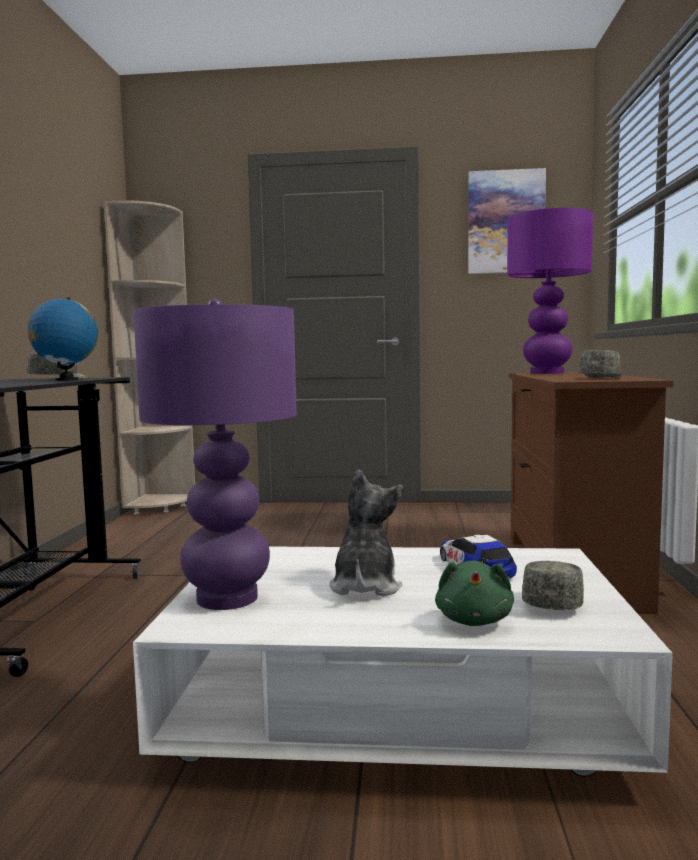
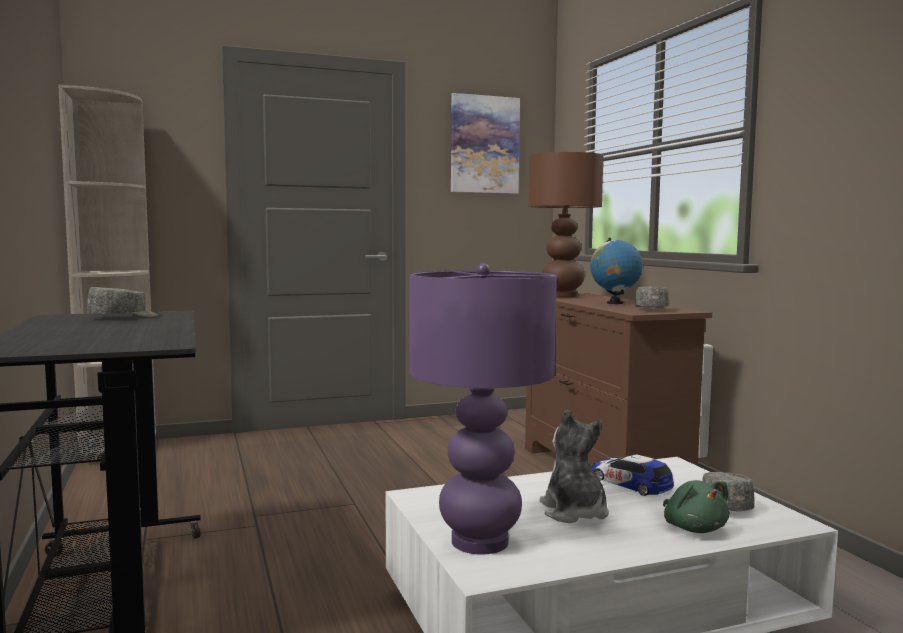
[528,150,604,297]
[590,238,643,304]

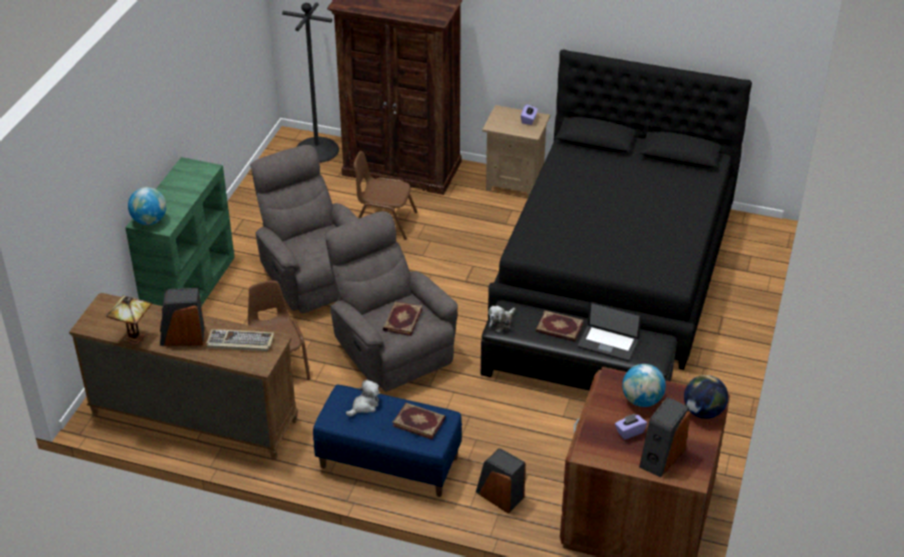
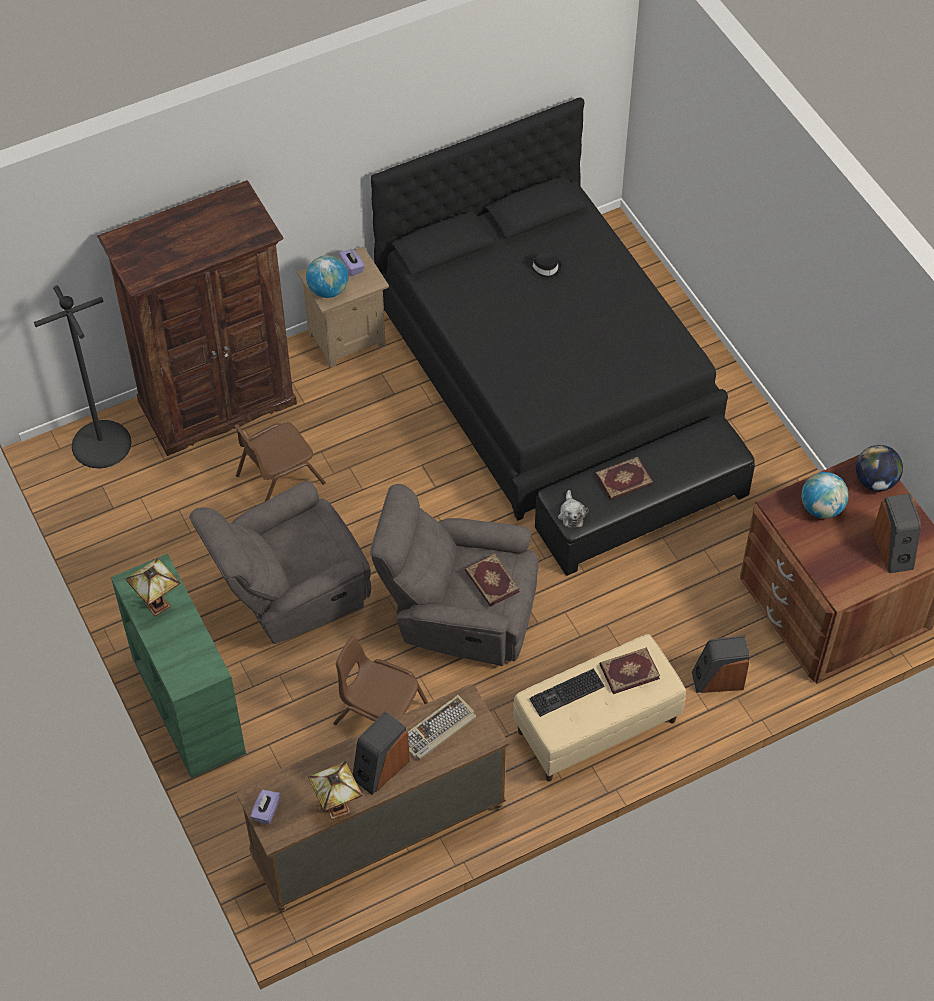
[126,558,181,616]
[189,481,371,644]
[251,790,280,825]
[306,255,348,298]
[513,634,686,781]
[528,253,562,279]
[530,669,605,717]
[578,302,642,361] (first image)

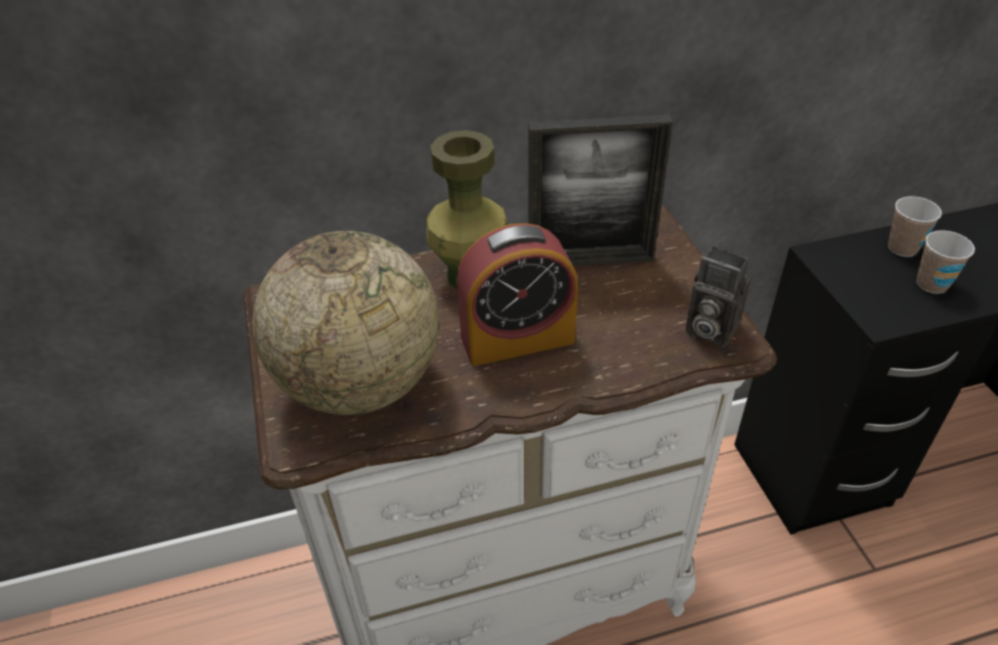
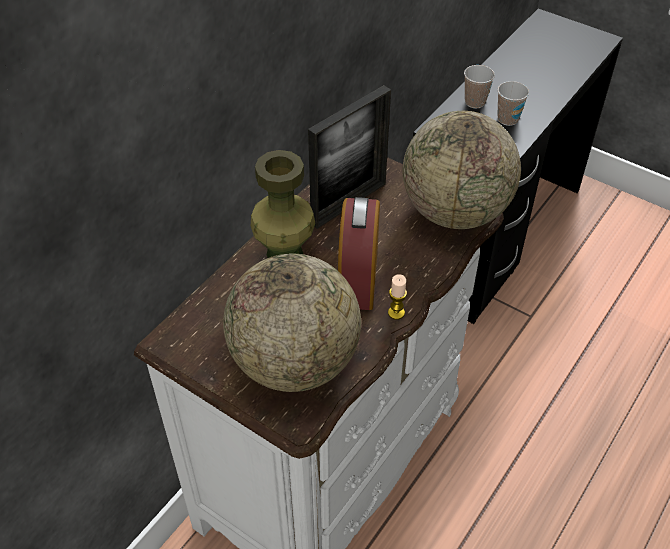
[338,197,380,310]
[388,274,407,320]
[403,111,521,229]

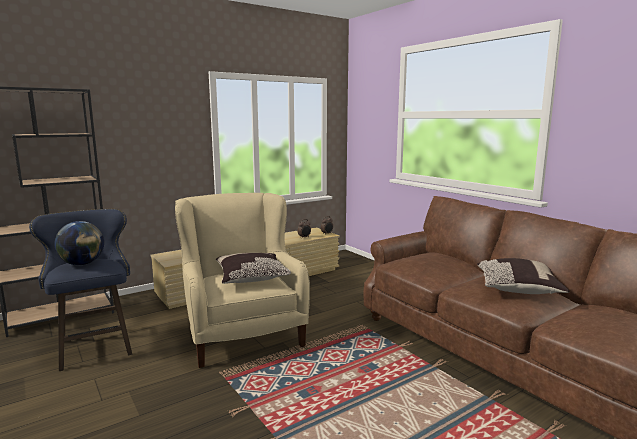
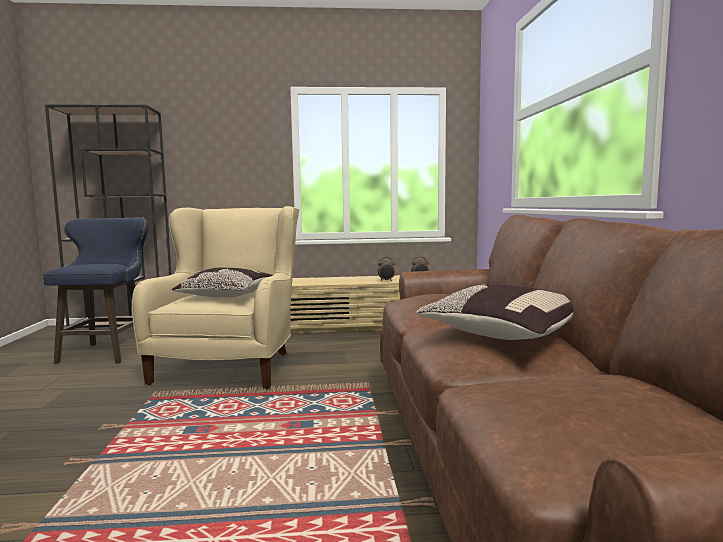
[54,221,104,265] (first image)

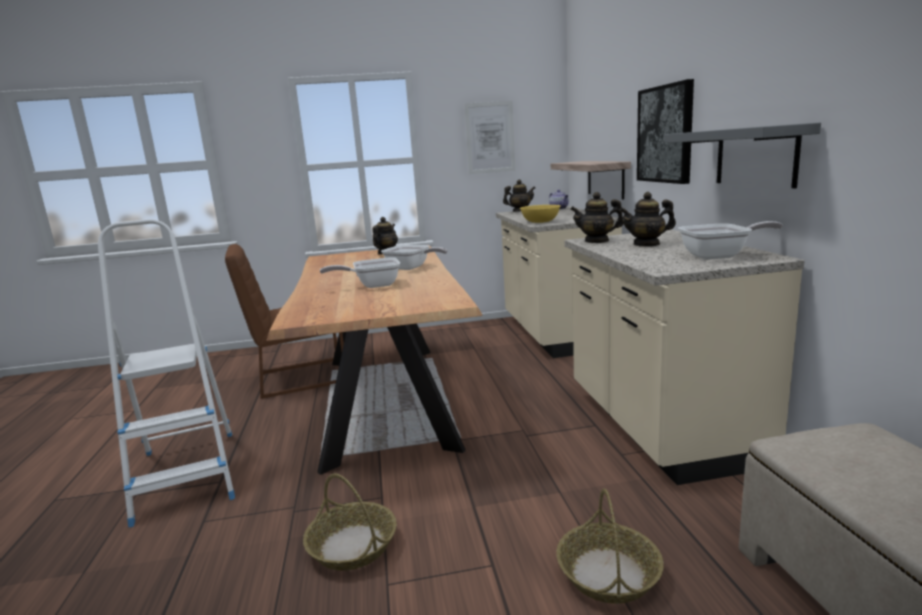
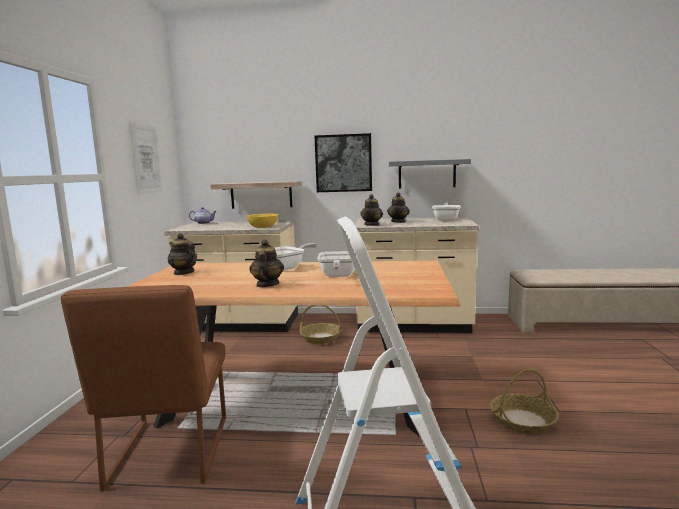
[249,239,284,287]
[299,305,341,344]

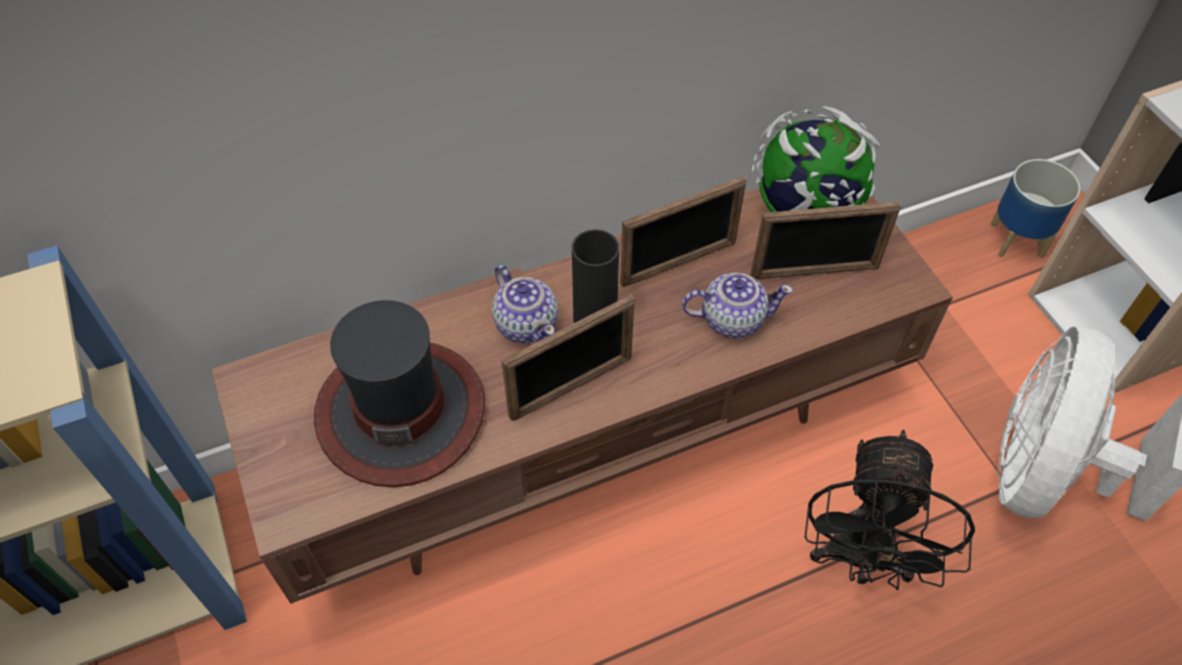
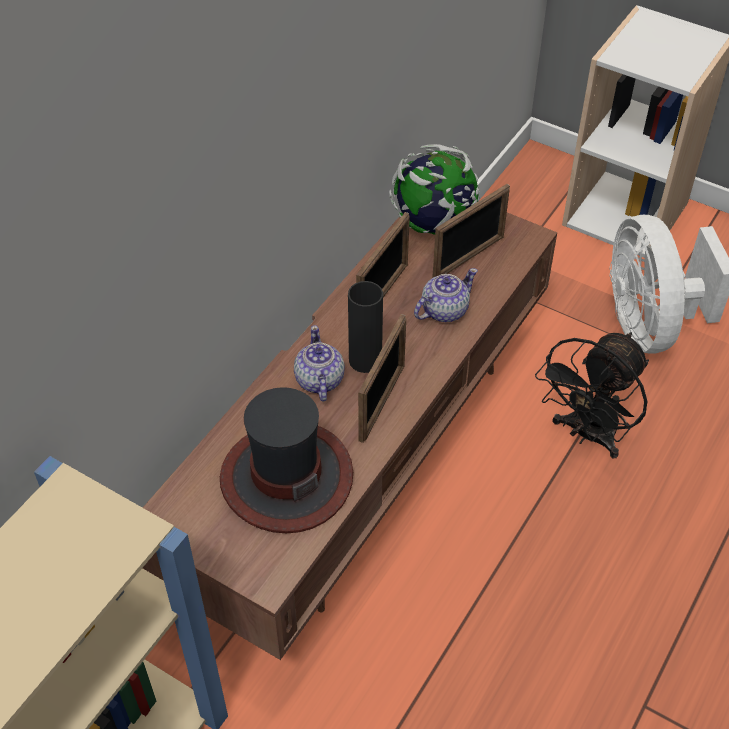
[294,325,345,402]
[535,332,649,459]
[990,159,1080,258] (first image)

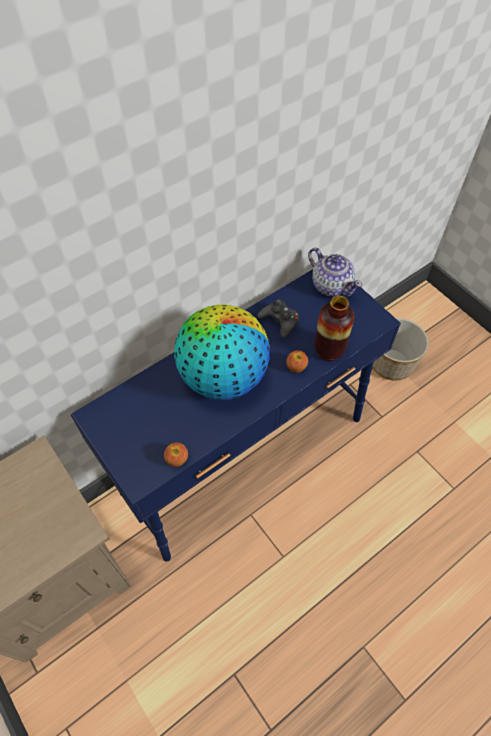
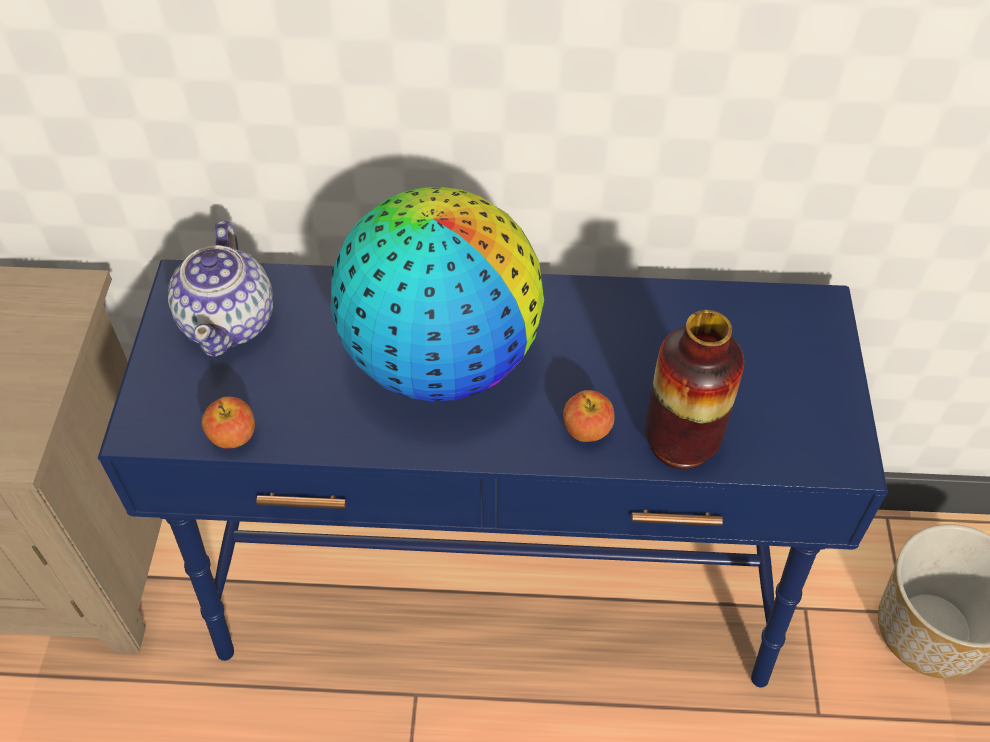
[168,221,273,357]
[258,299,299,338] (first image)

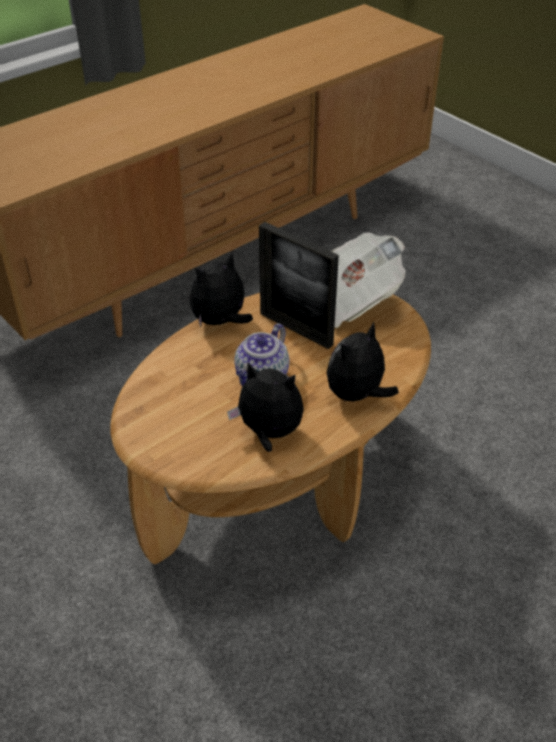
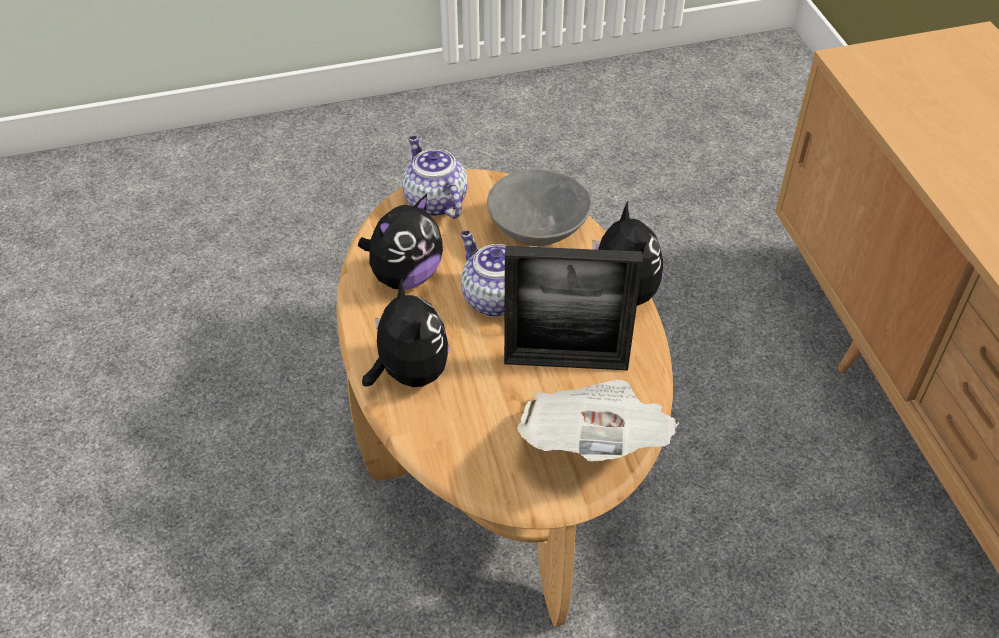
[402,136,468,219]
[487,169,592,246]
[504,246,643,370]

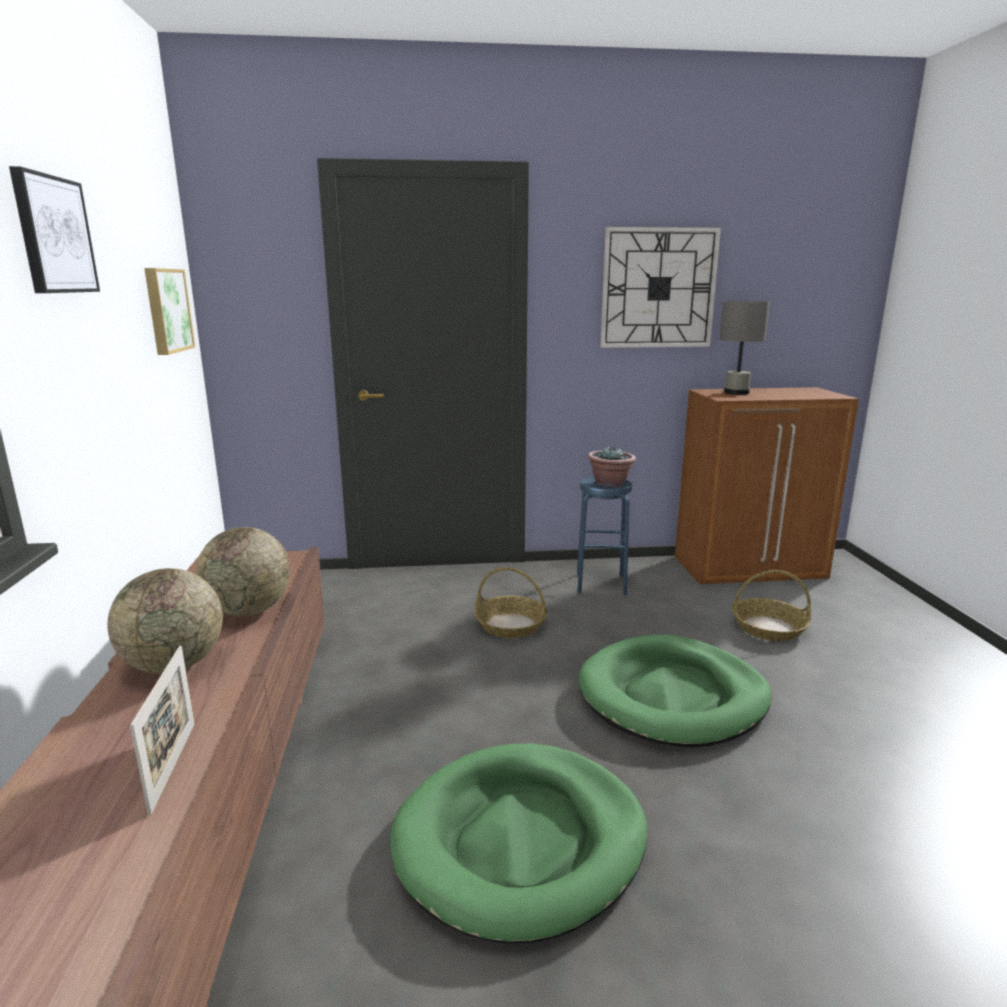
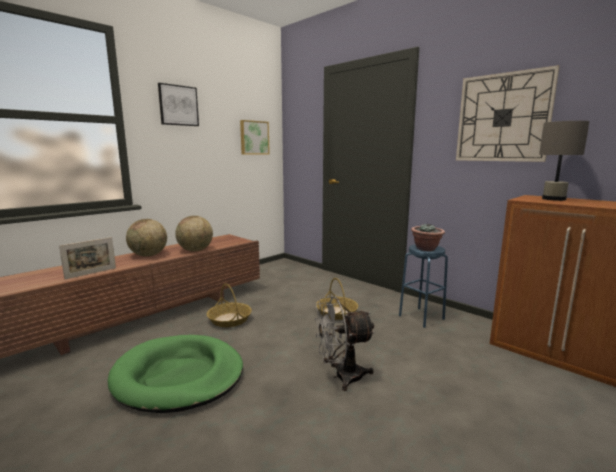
[207,283,252,327]
[315,296,375,391]

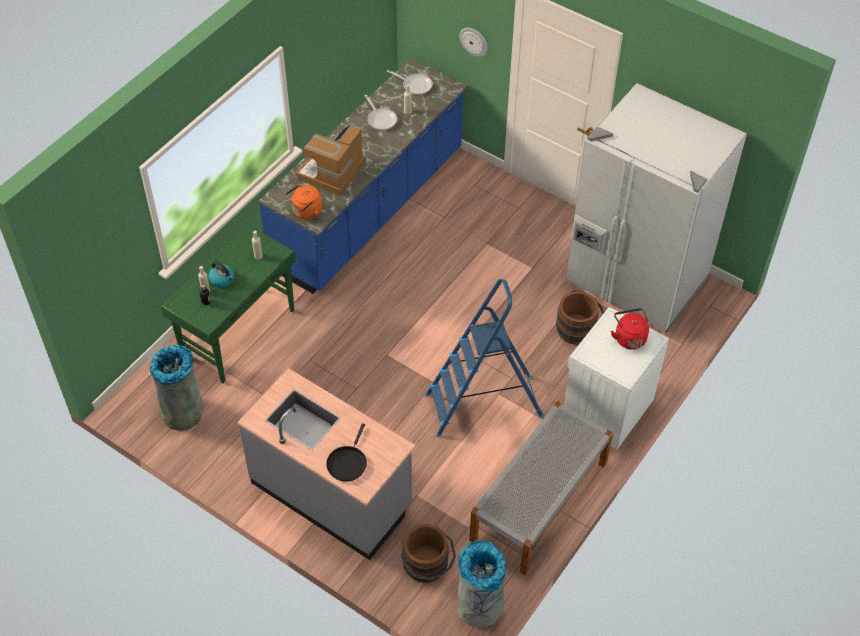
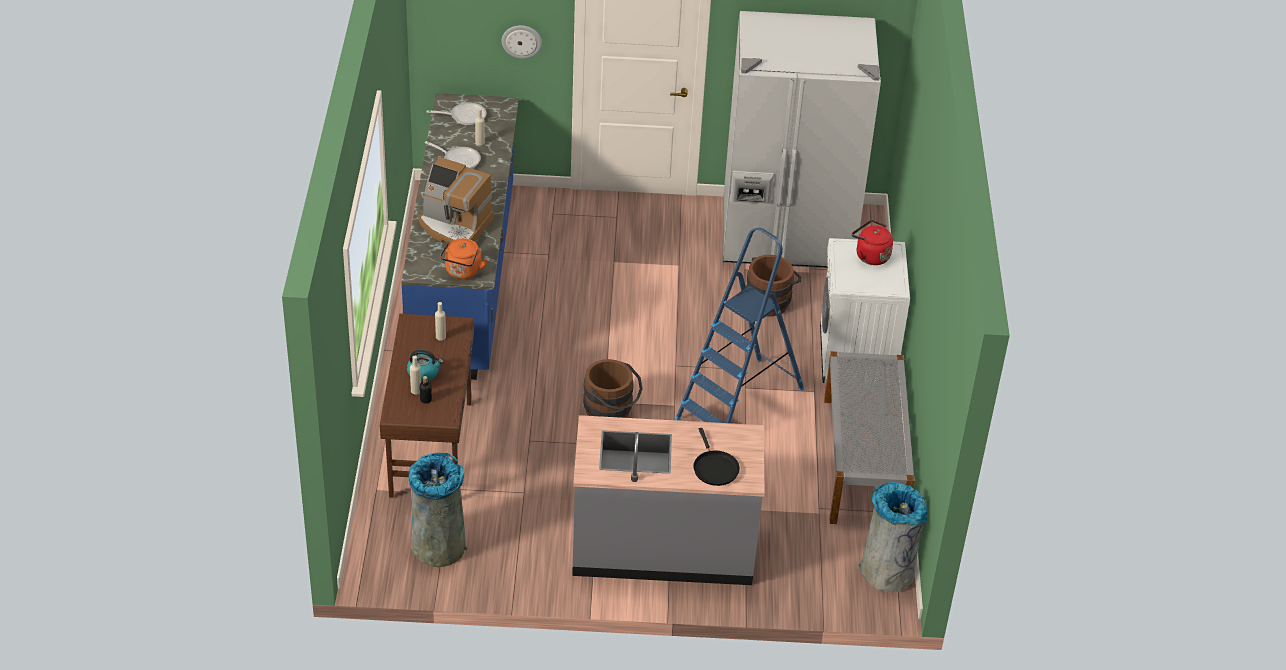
[380,314,474,498]
[418,157,494,243]
[583,359,643,418]

